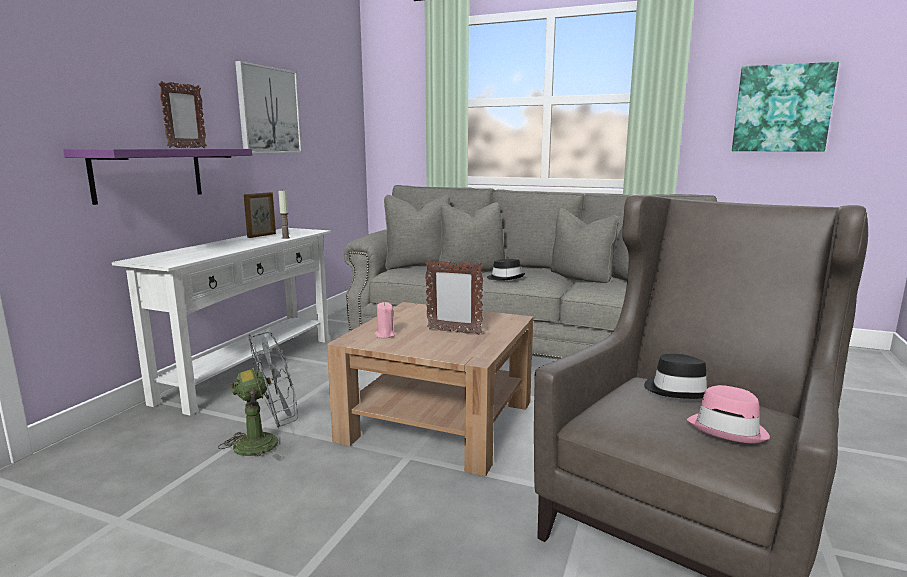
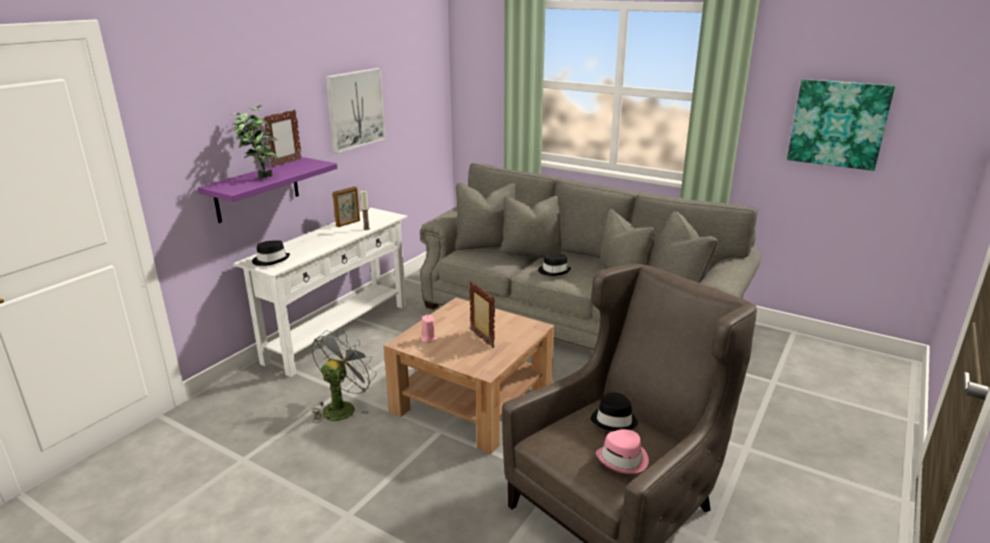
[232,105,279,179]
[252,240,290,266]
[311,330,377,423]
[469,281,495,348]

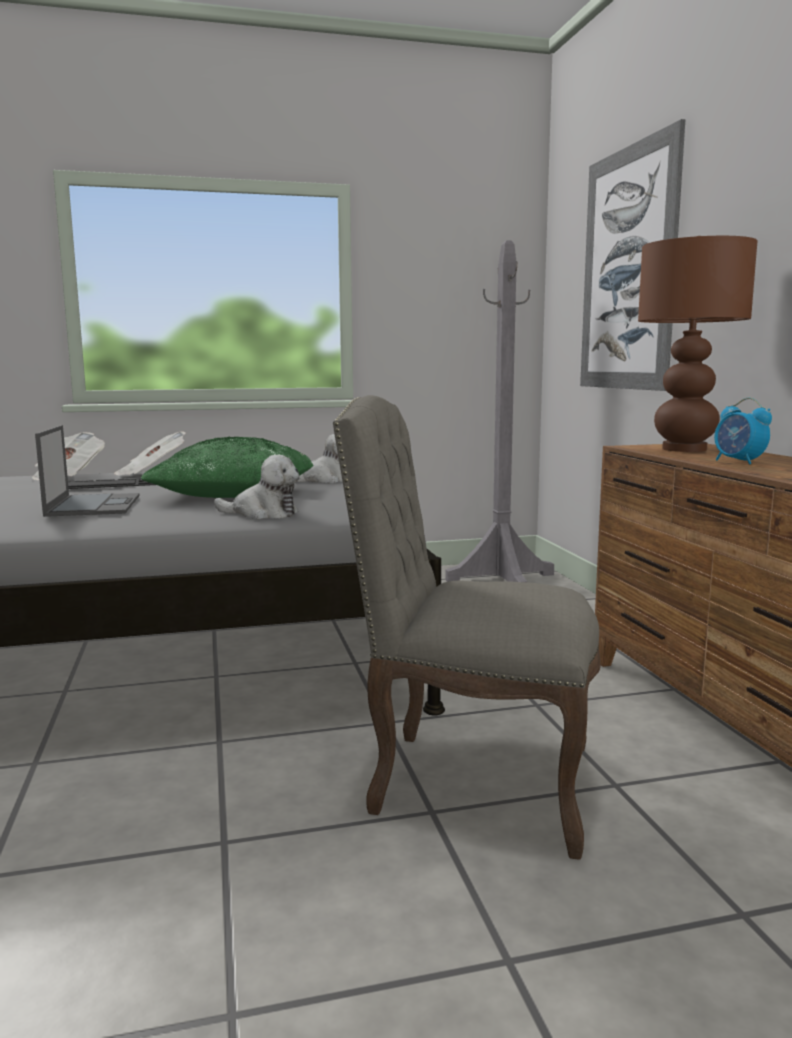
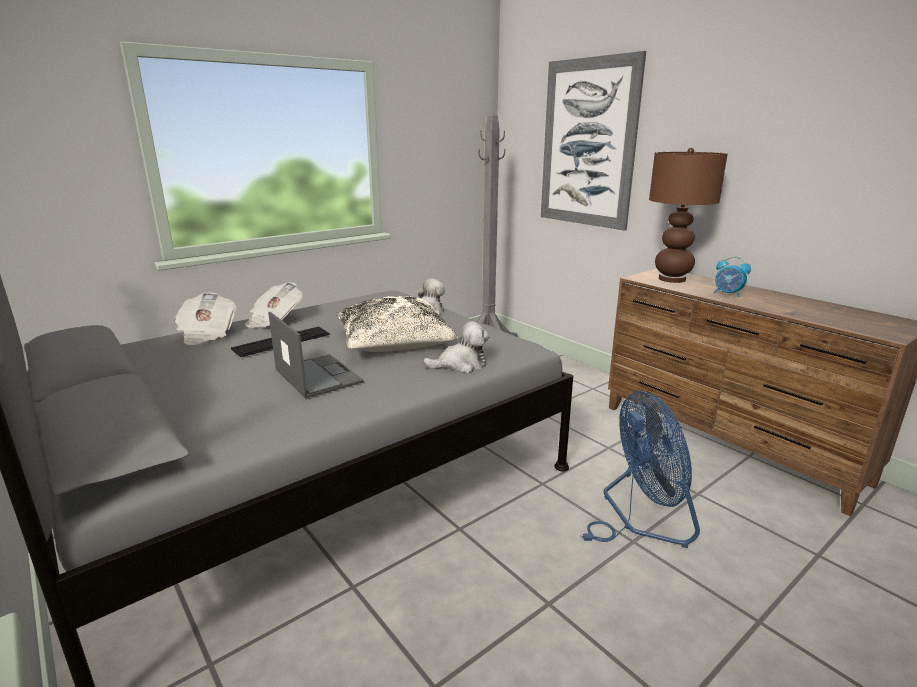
[337,296,458,352]
[581,391,700,548]

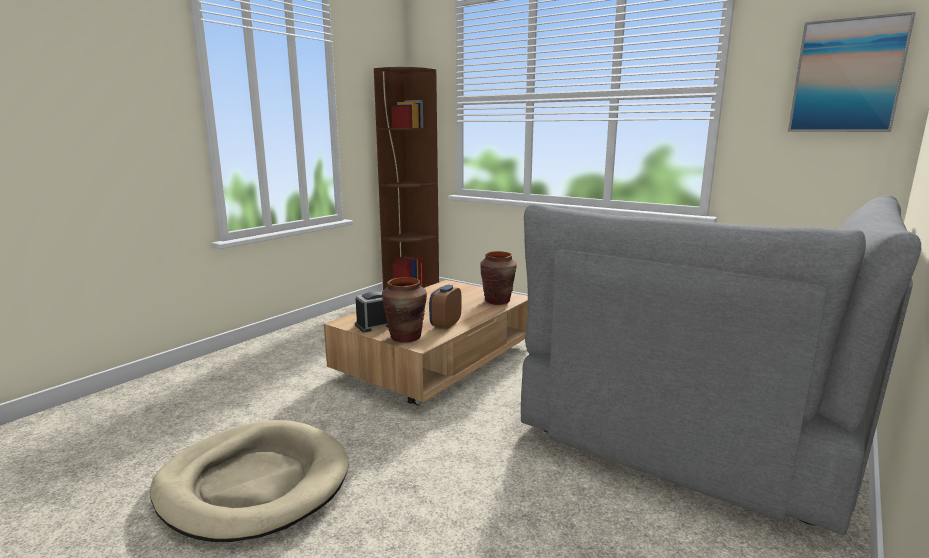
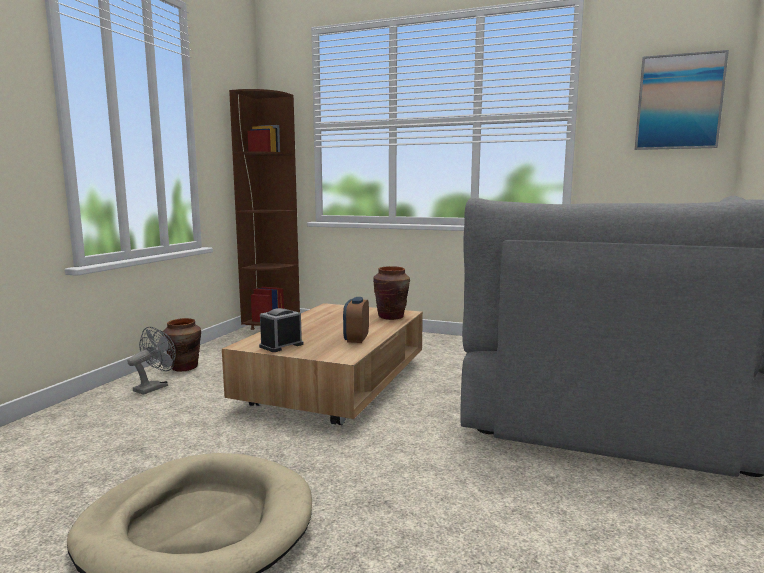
[127,327,176,395]
[163,318,201,372]

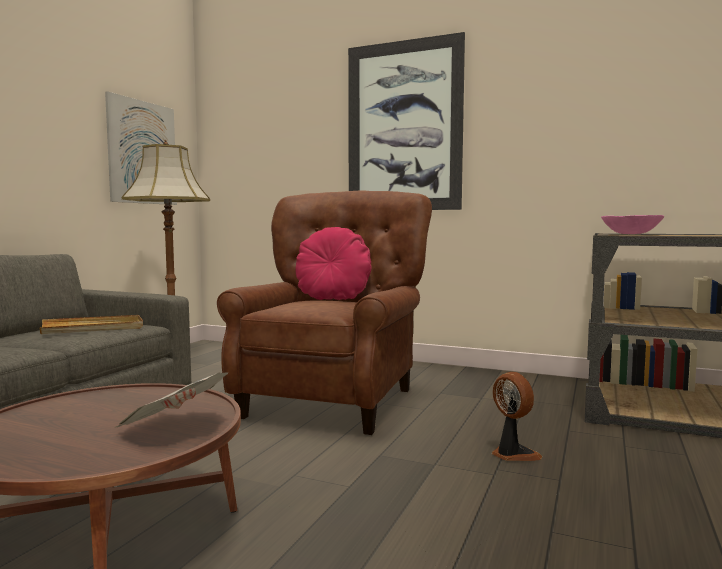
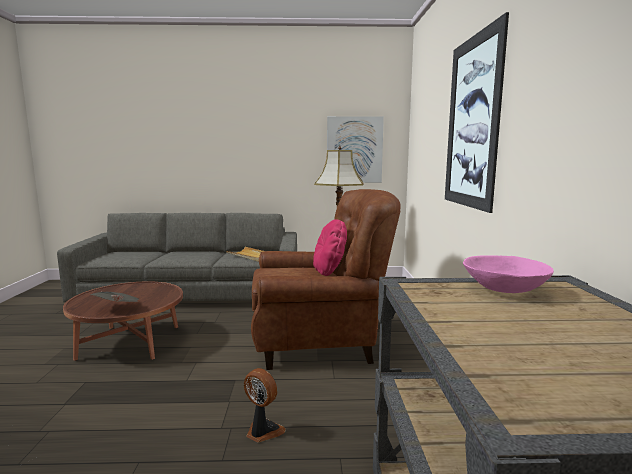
[244,368,286,443]

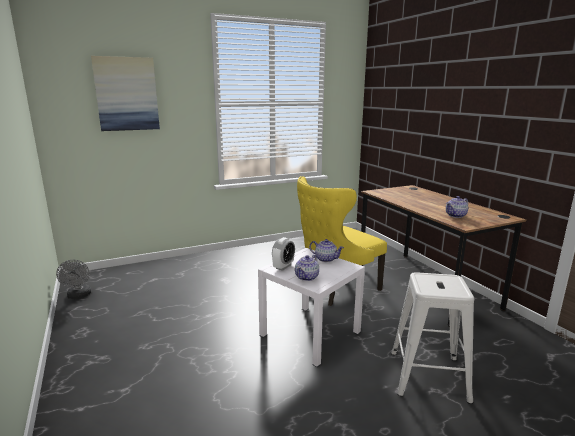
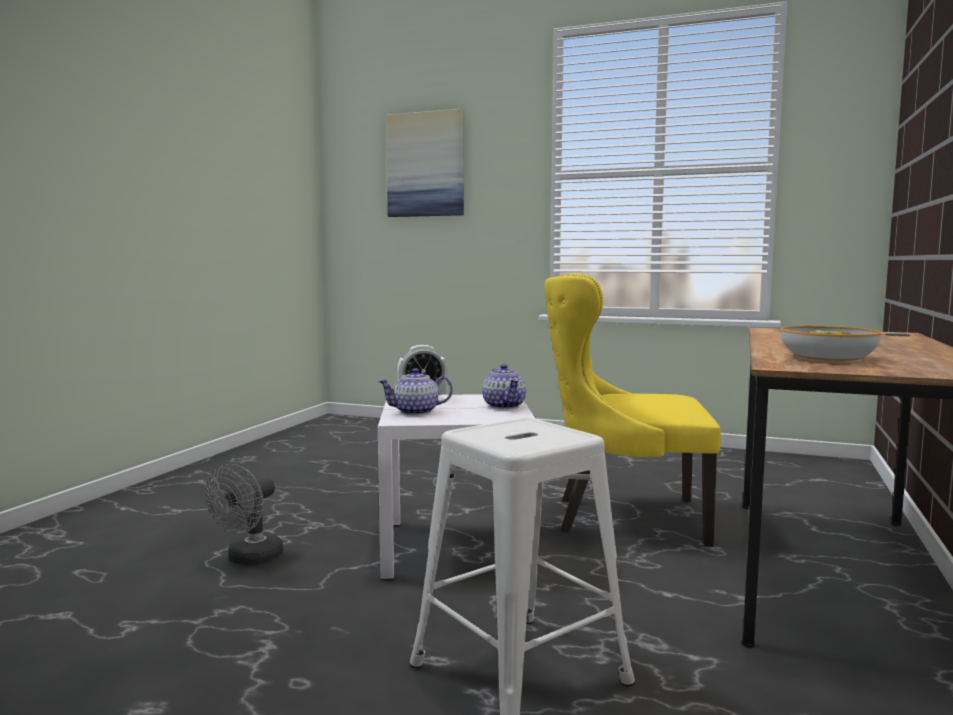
[205,464,284,565]
[781,326,882,363]

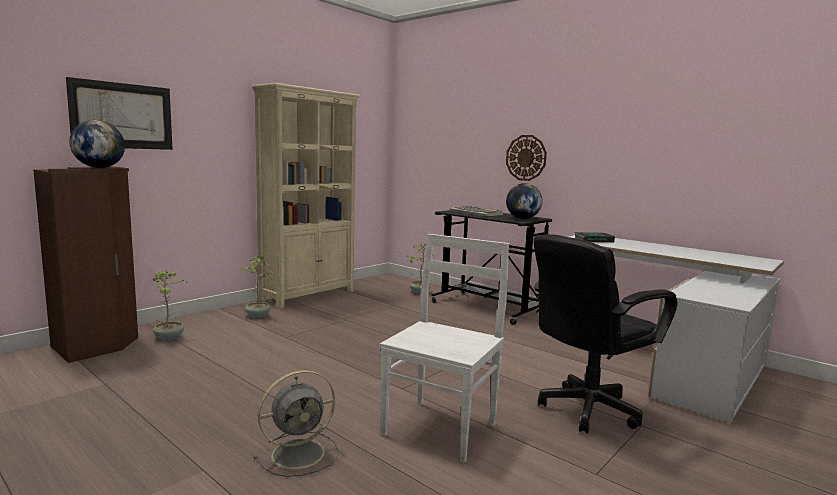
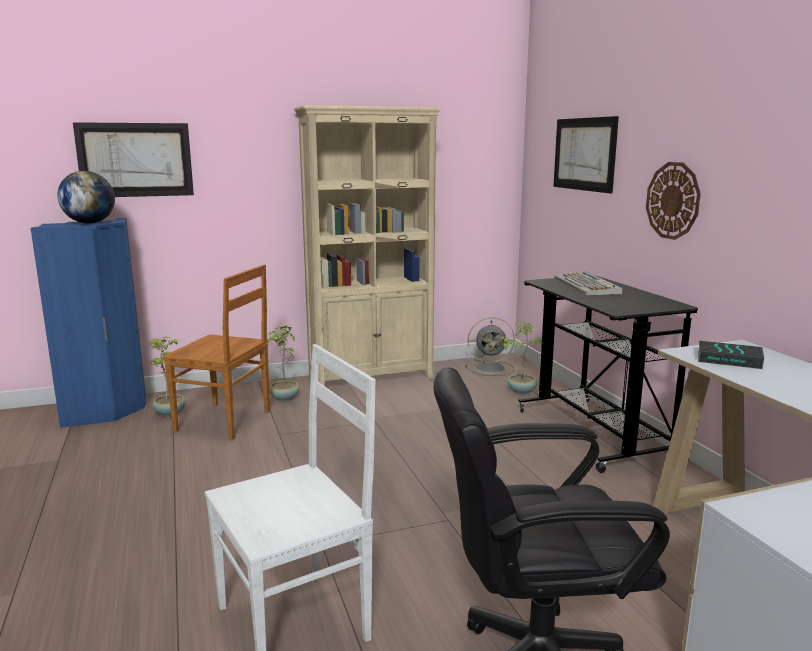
[30,218,146,428]
[163,265,270,440]
[465,317,515,376]
[553,116,619,194]
[506,183,542,219] (first image)

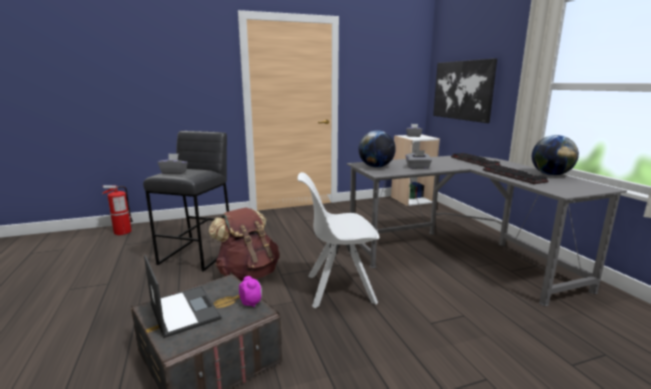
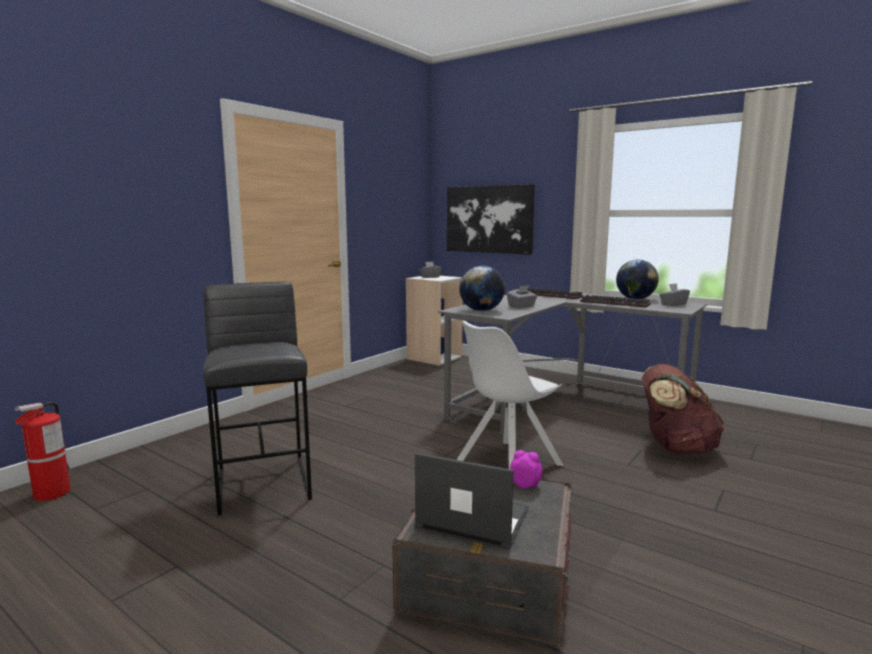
[642,364,725,454]
[659,283,690,306]

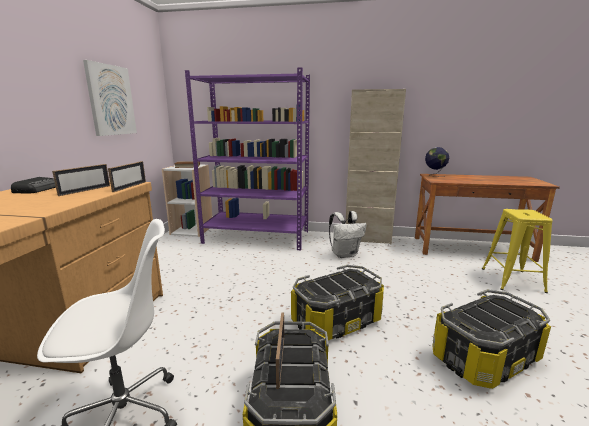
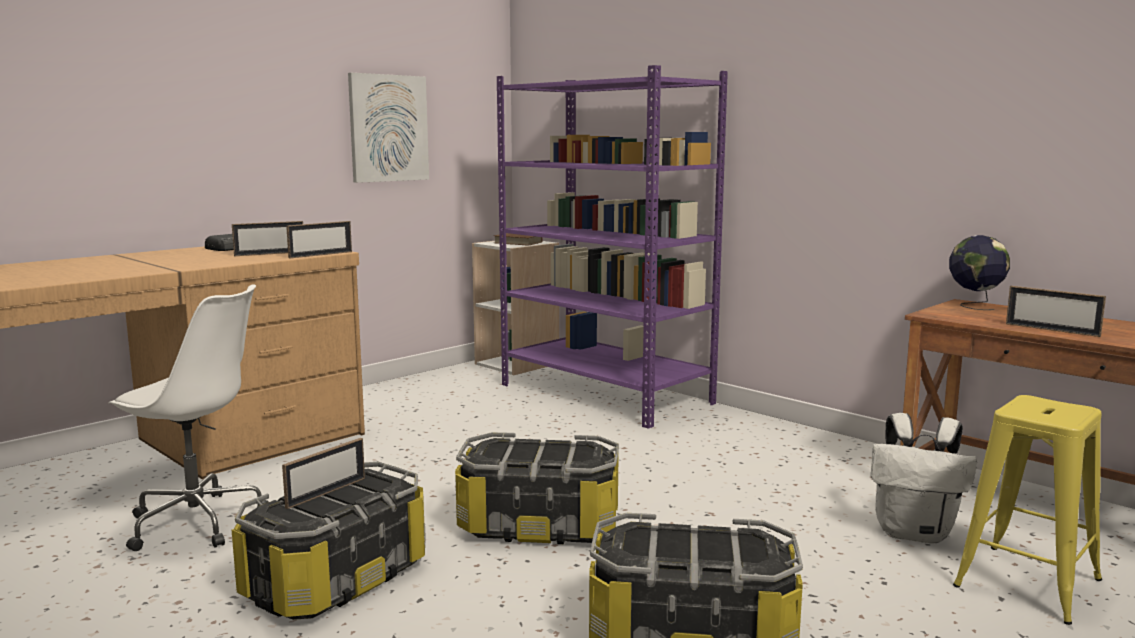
[871,413,977,543]
[1006,286,1106,337]
[345,89,406,244] (first image)

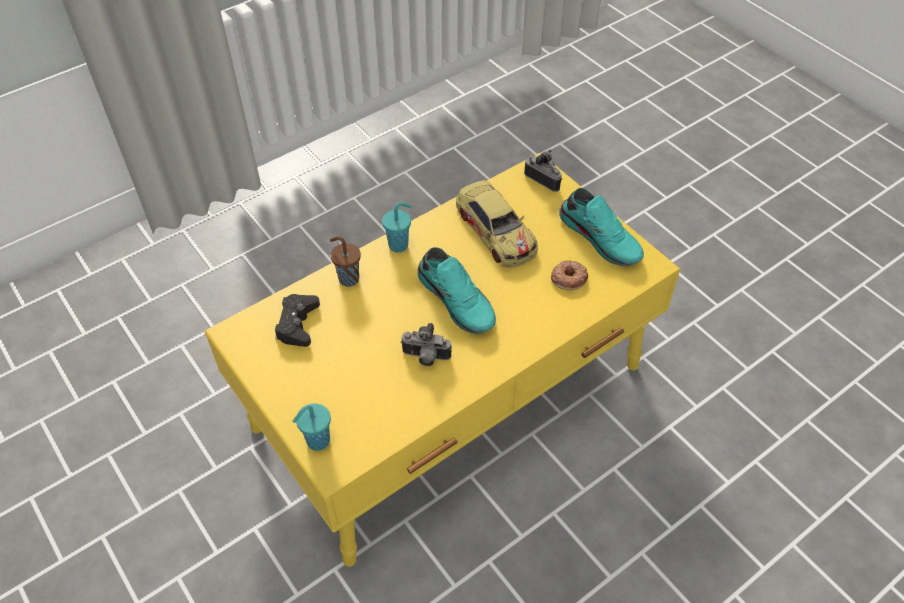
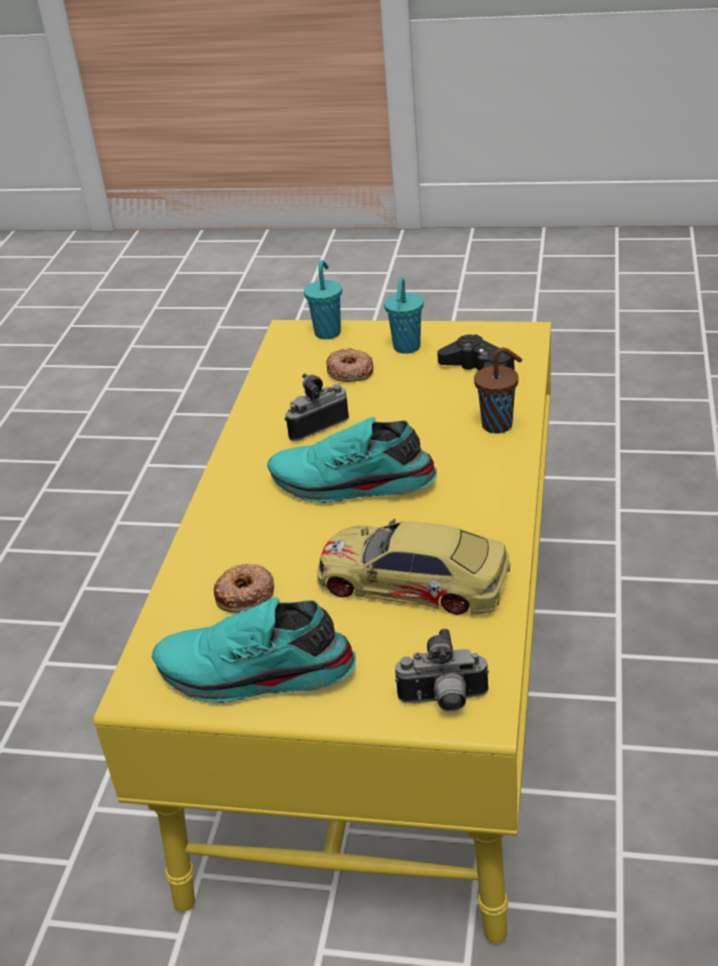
[326,348,374,382]
[384,277,424,354]

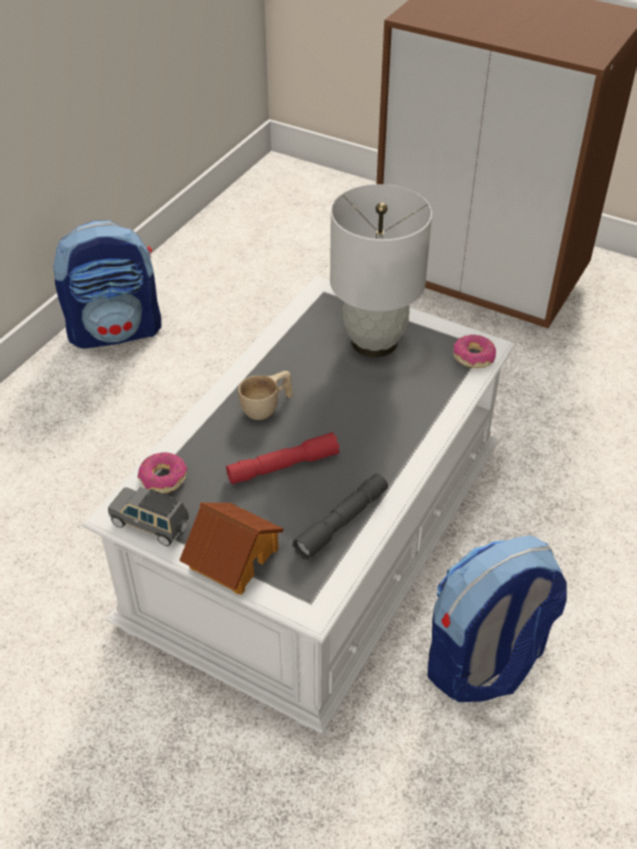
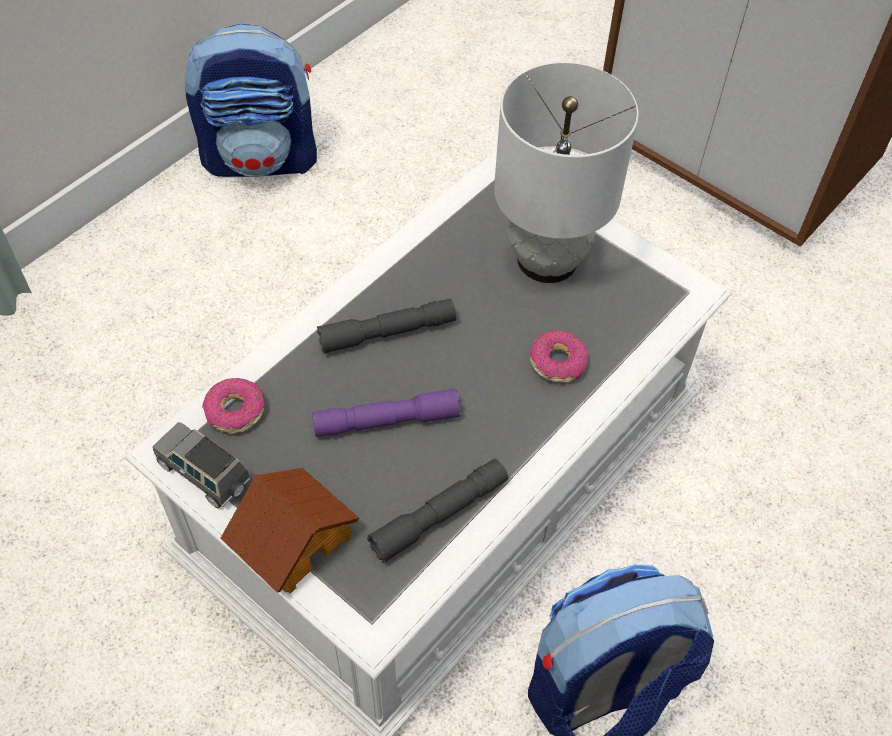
[312,388,460,437]
[317,299,456,354]
[530,330,588,383]

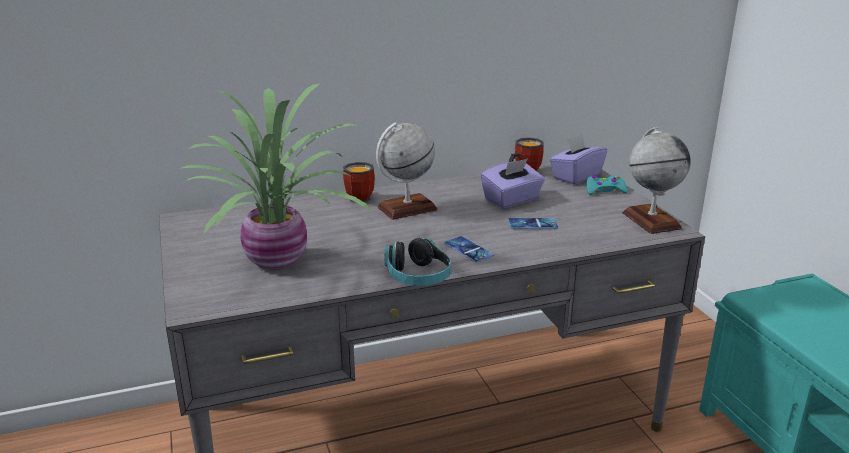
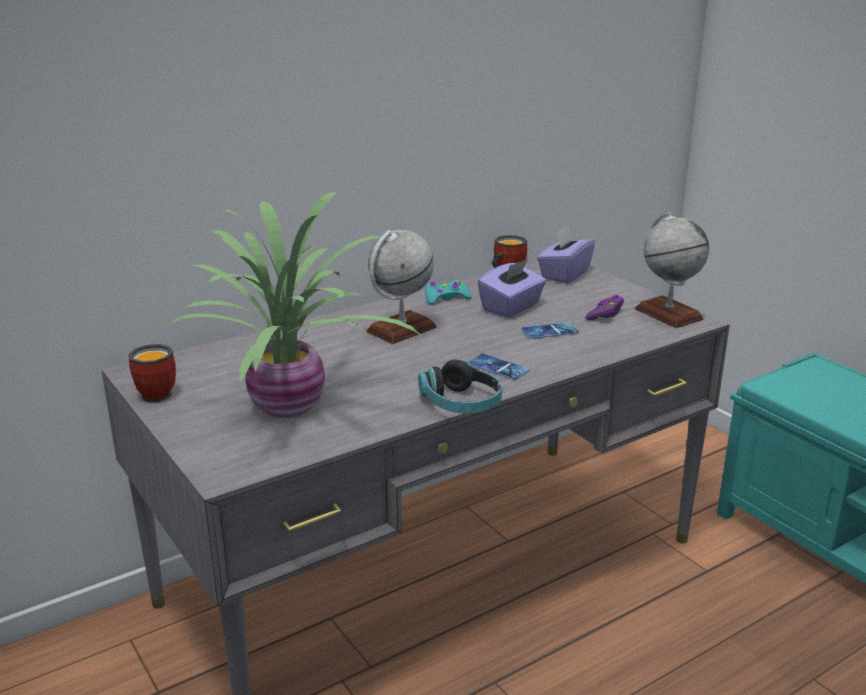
[128,344,176,402]
[425,280,472,305]
[585,295,624,320]

